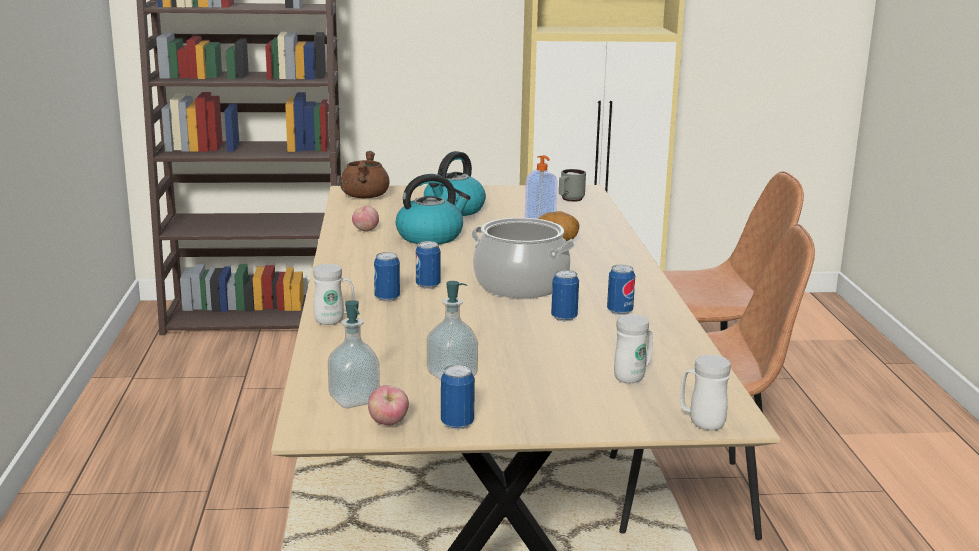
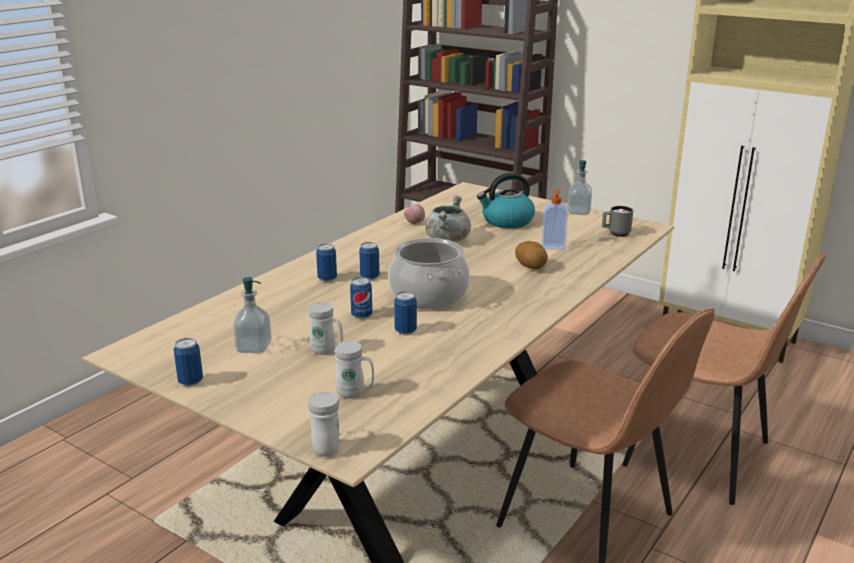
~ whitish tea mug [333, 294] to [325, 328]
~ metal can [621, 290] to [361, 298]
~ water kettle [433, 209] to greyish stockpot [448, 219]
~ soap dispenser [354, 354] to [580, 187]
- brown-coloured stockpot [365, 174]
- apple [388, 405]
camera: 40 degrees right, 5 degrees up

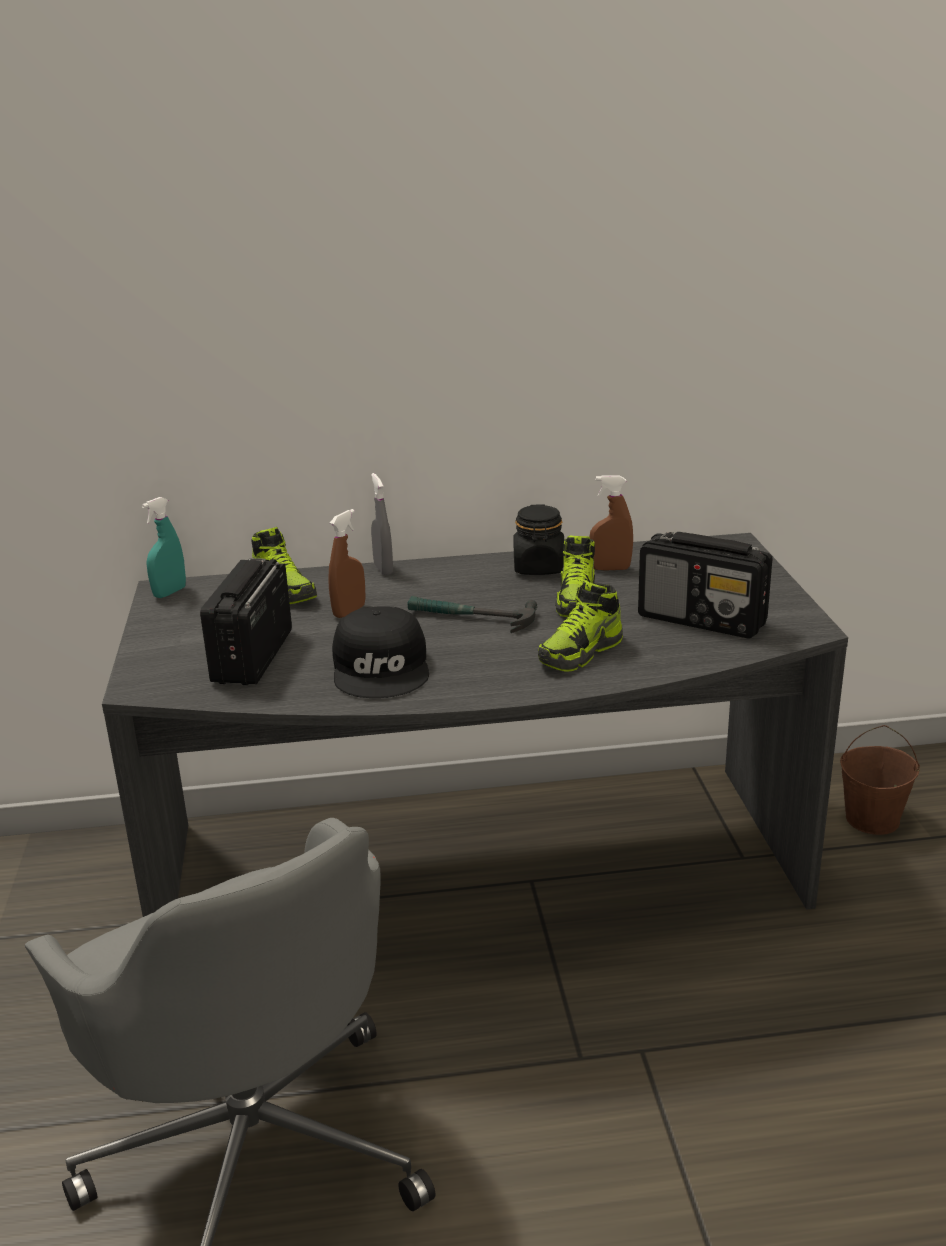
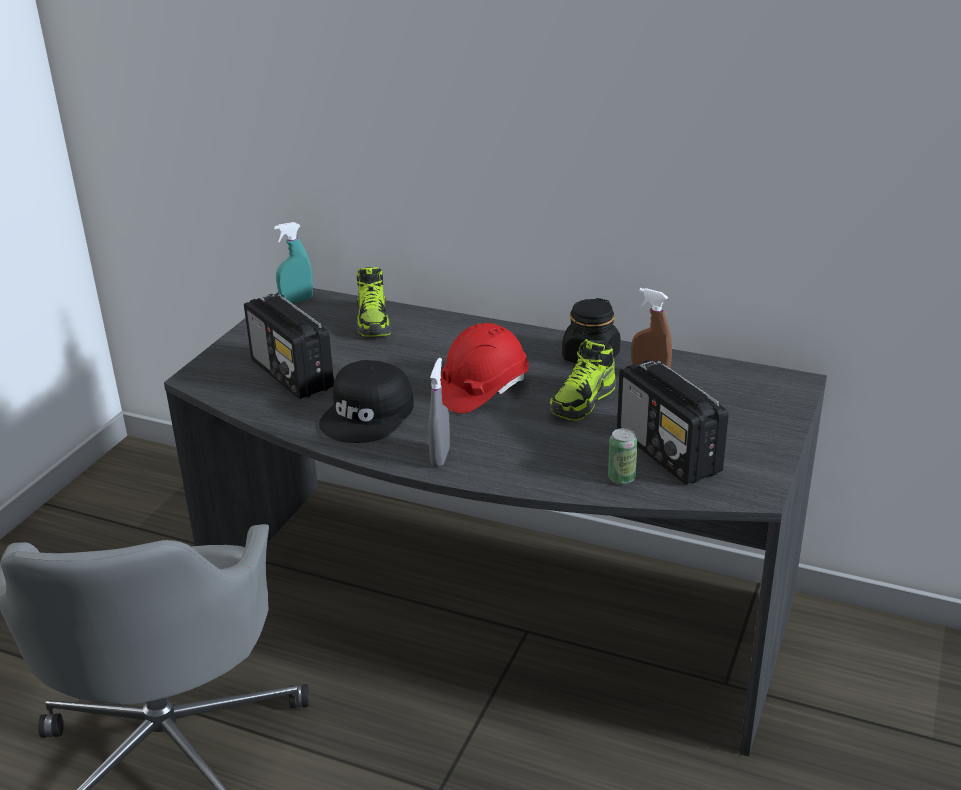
~ radio set [246, 621] = [289, 346] 75 degrees counterclockwise
~ greyish hand sprayer [382, 524] to [439, 412]
~ hand hammer [472, 614] to red-coloured hard hat [484, 368]
+ metal can [623, 456]
- brown-coloured hand sprayer [347, 563]
- item of footwear [580, 626]
- brown-coloured pail [880, 780]
camera: 30 degrees right, 5 degrees up

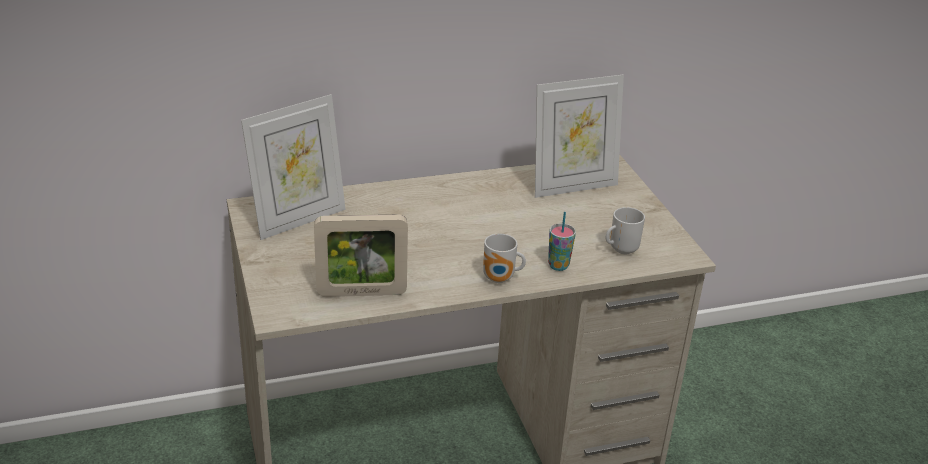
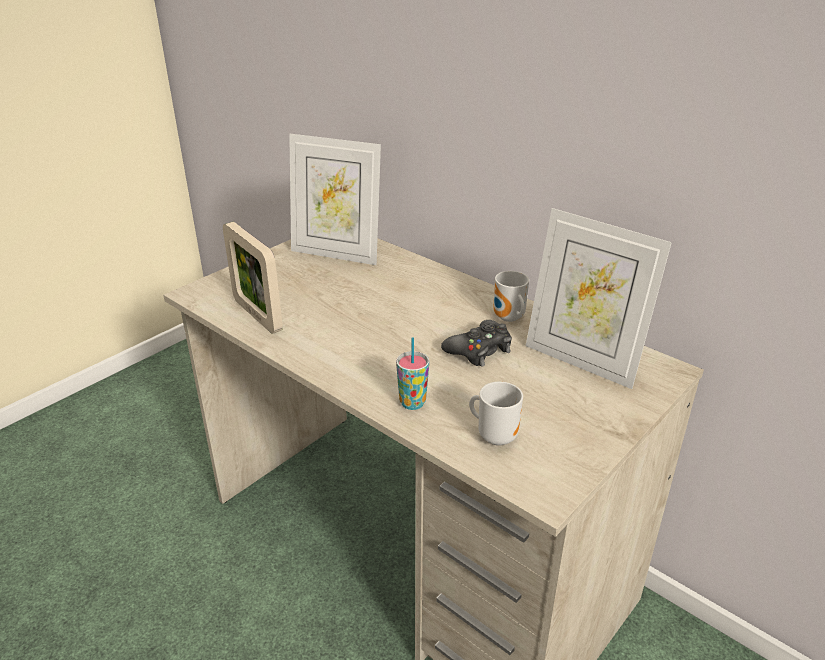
+ black gamepad [476, 343]
~ tea mug [504, 258] to [511, 296]
camera: 60 degrees right, 0 degrees up

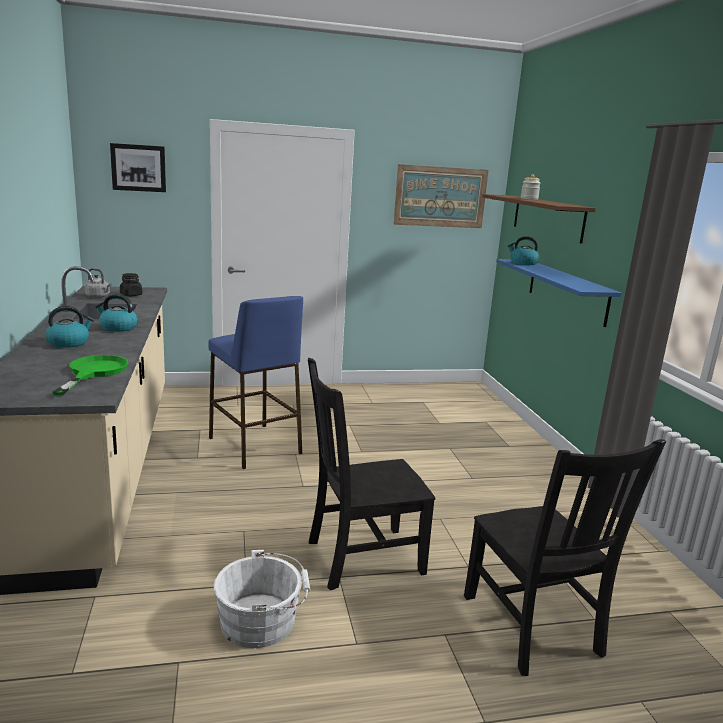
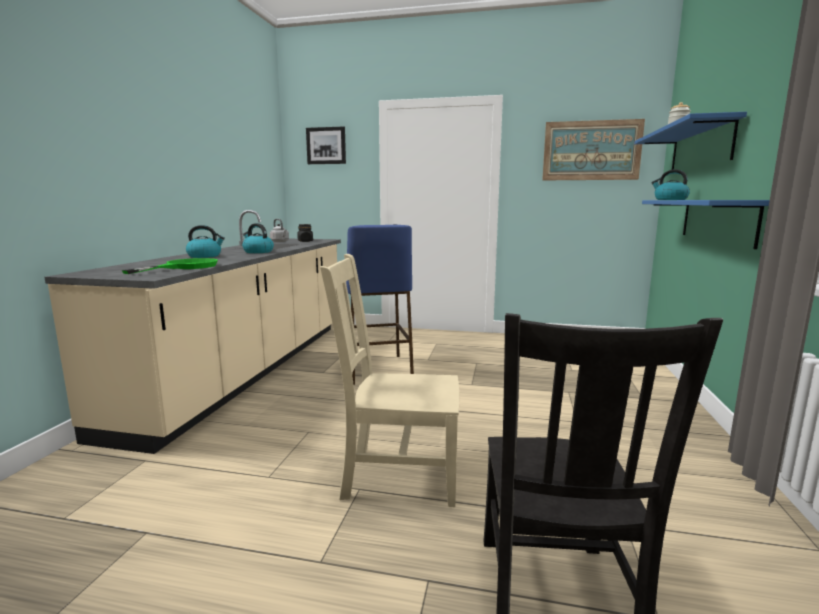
~ black chair [371, 474] to sand-coloured chair [389, 380]
~ brown-coloured wall shelf [539, 219] to bluish wall shelf [690, 141]
- whitish pail [262, 599]
camera: 25 degrees right, 5 degrees down

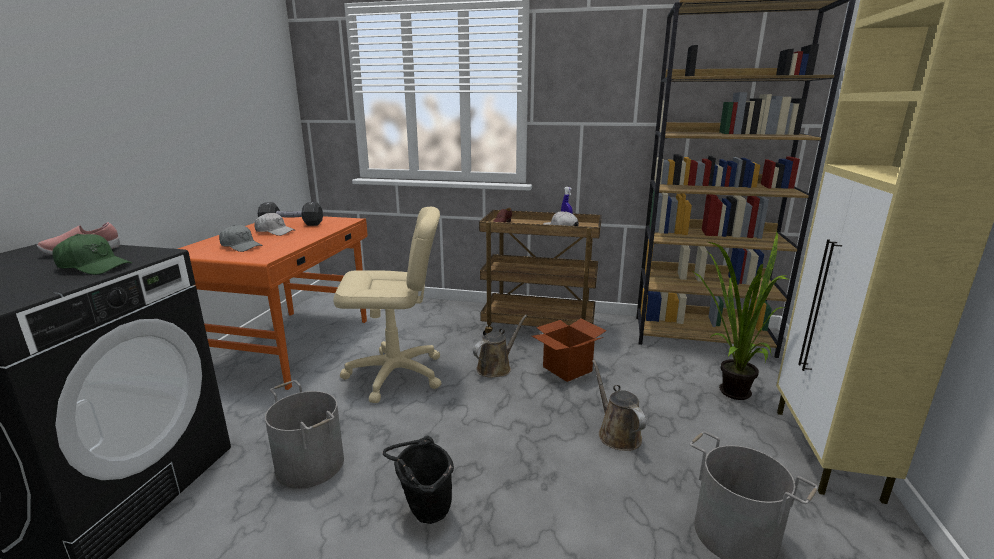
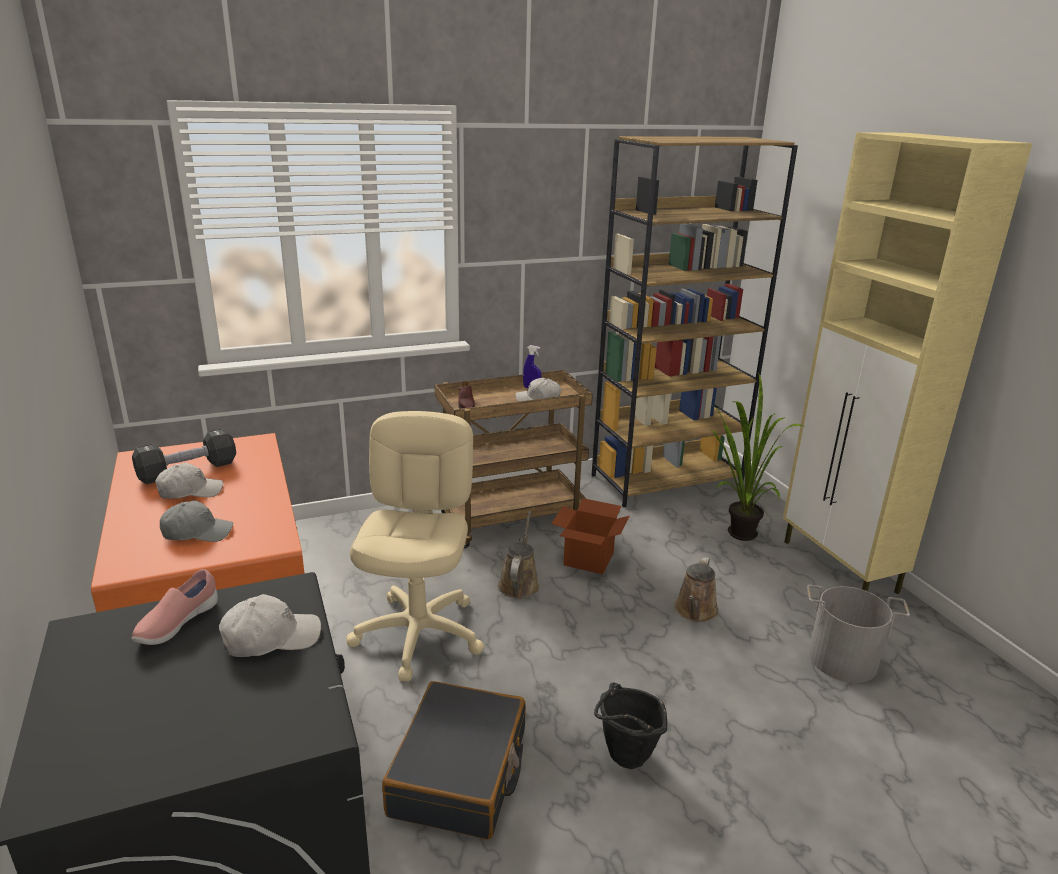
~ green-coloured peaked cap [92, 254] to whitish peaked cap [270, 625]
~ sand-coloured computer chair [387, 305] = [415, 546] 45 degrees counterclockwise
~ greyish pail [304, 434] to black piece of luggage [454, 760]
~ brown-coloured sprinkling can [619, 405] = [696, 589] 105 degrees counterclockwise
camera: 35 degrees left, 5 degrees up

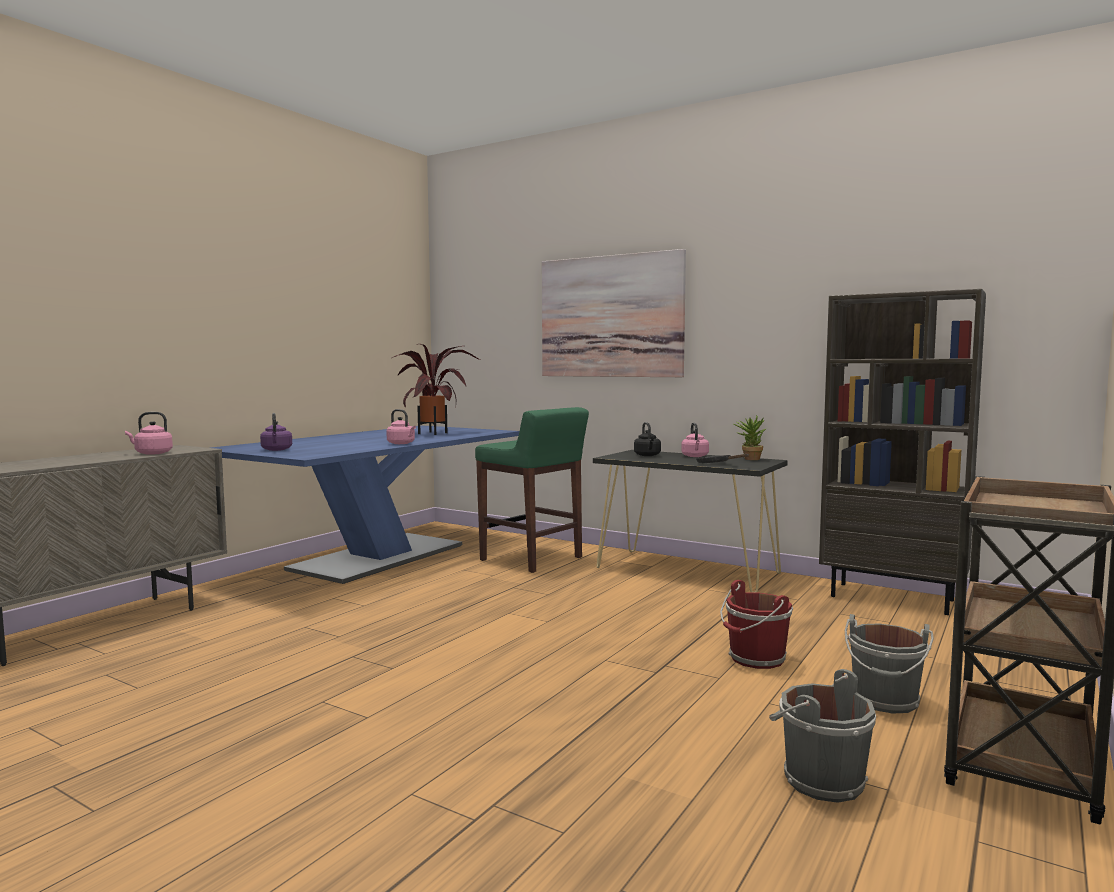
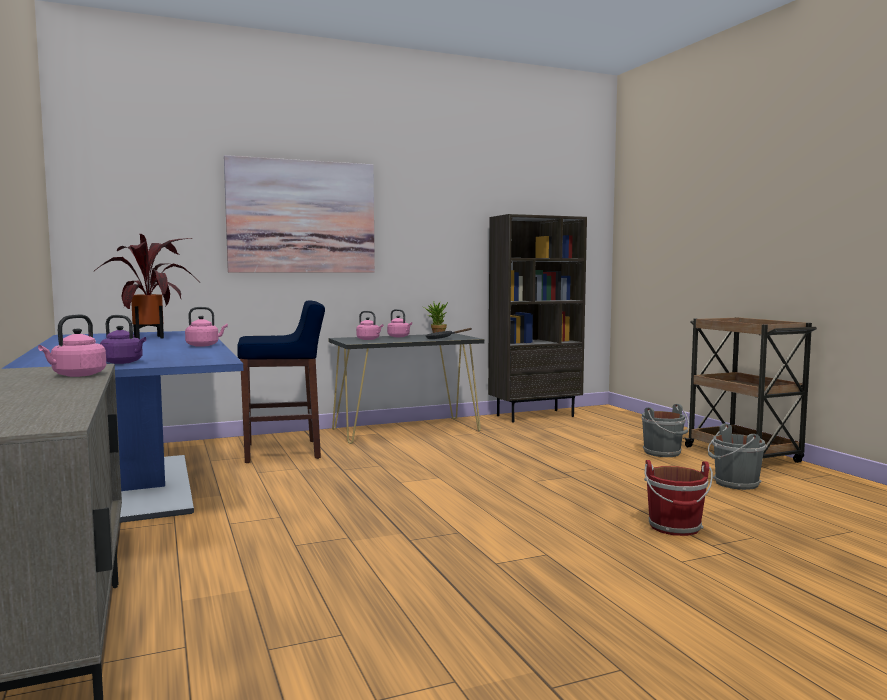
~ green-coloured sitting stool [532, 490] to bluish sitting stool [281, 381]
~ black water kettle [647, 439] to pink-coloured water kettle [369, 325]
~ red-coloured pail [756, 624] to [678, 498]
camera: 55 degrees left, 0 degrees up

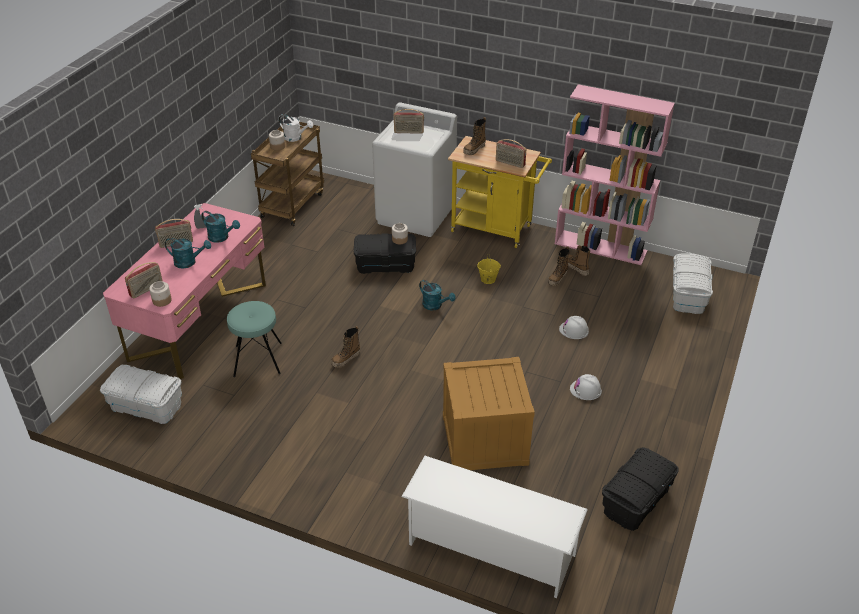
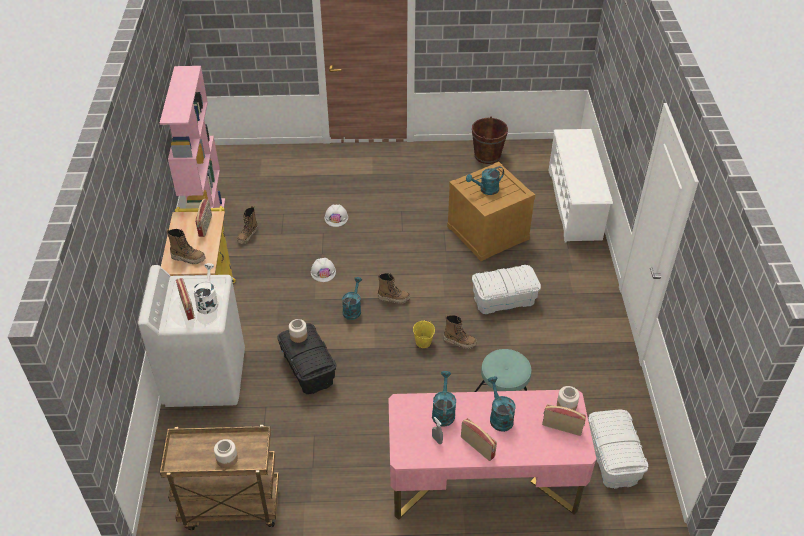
~ whitish sprinkling can [296, 128] to [205, 288]
~ whitish hard hat [586, 387] to [323, 270]
~ tall boot [558, 266] to [394, 288]
~ yellowish pail [489, 269] to [424, 334]
+ blue-green sprinkling can [485, 180]
~ black storage box [640, 489] to brown-coloured pail [490, 140]
~ whitish storage box [693, 283] to [506, 289]
camera: 115 degrees left, 5 degrees up

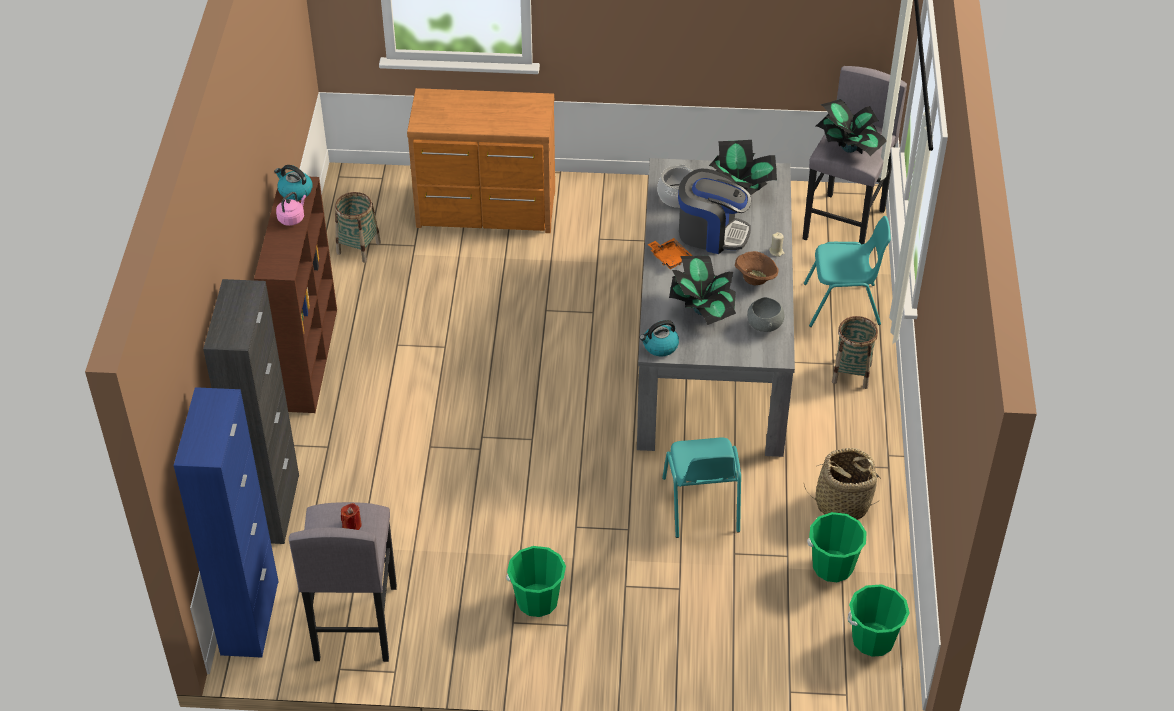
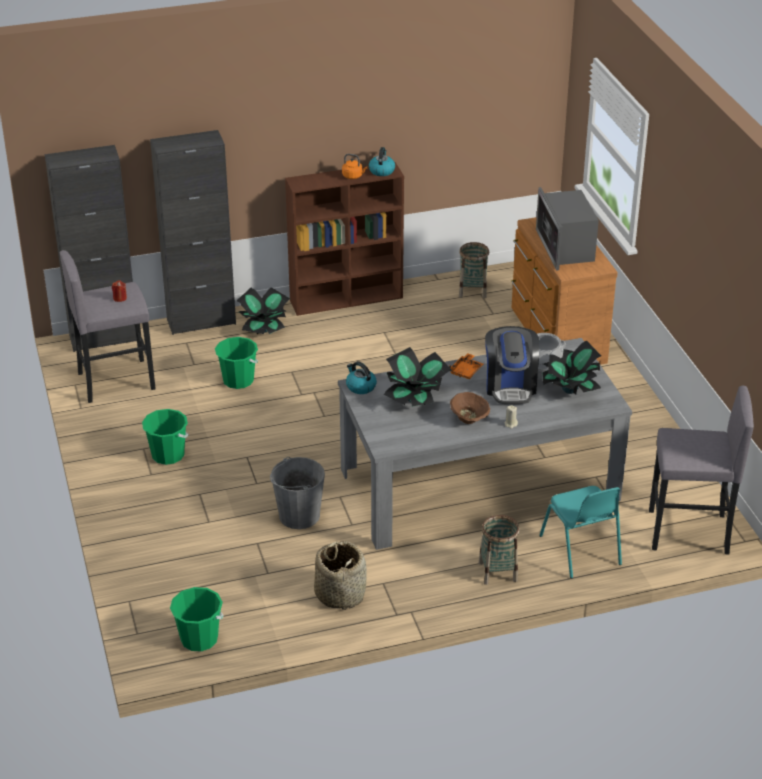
~ bluish storage cabinet [226, 522] to black storage cabinet [91, 248]
~ green-coloured pail [837, 547] to [236, 363]
~ houseplant [851, 127] to [263, 310]
~ blue-green chair [701, 488] to greyish pail [297, 493]
~ pink-coloured water kettle [291, 209] to orange water kettle [354, 166]
+ microwave [567, 229]
- greyish serving bowl [765, 314]
camera: 70 degrees right, 10 degrees down

